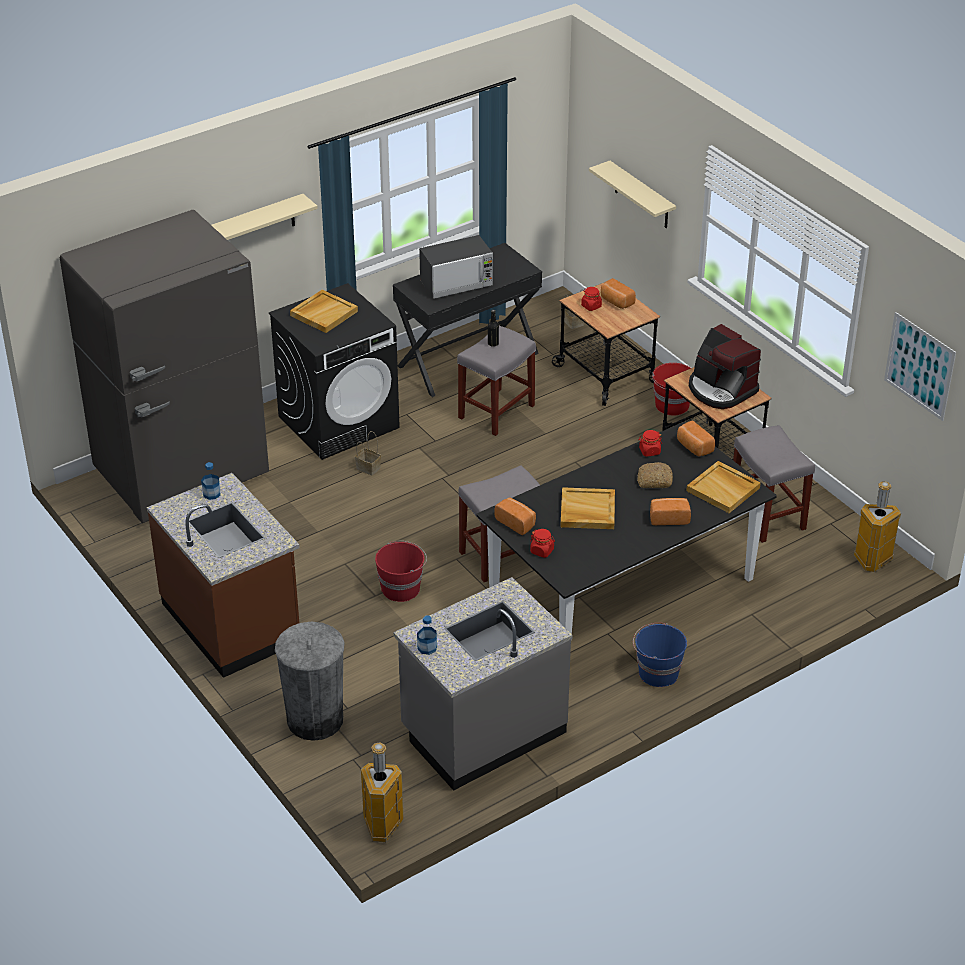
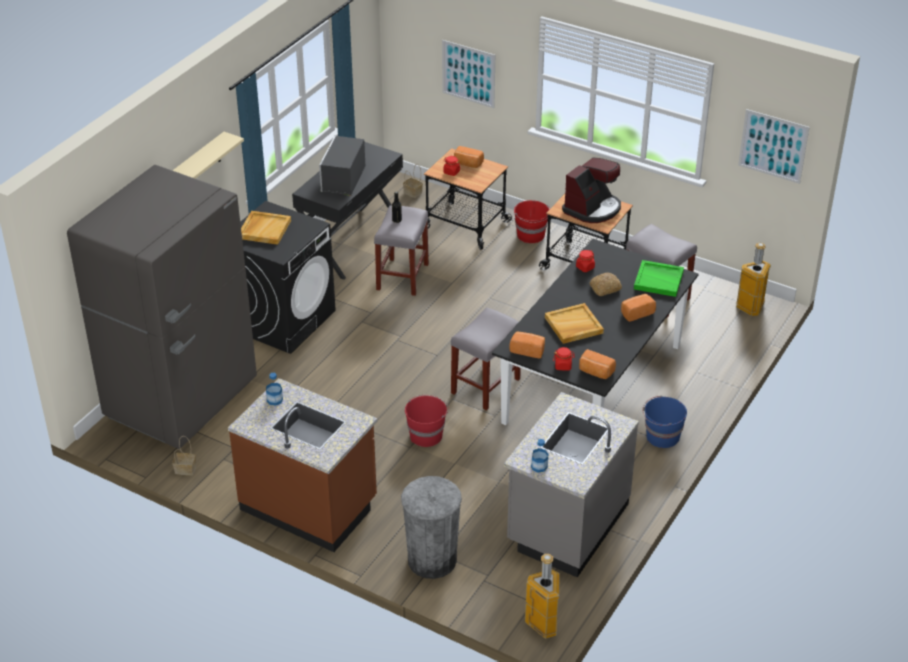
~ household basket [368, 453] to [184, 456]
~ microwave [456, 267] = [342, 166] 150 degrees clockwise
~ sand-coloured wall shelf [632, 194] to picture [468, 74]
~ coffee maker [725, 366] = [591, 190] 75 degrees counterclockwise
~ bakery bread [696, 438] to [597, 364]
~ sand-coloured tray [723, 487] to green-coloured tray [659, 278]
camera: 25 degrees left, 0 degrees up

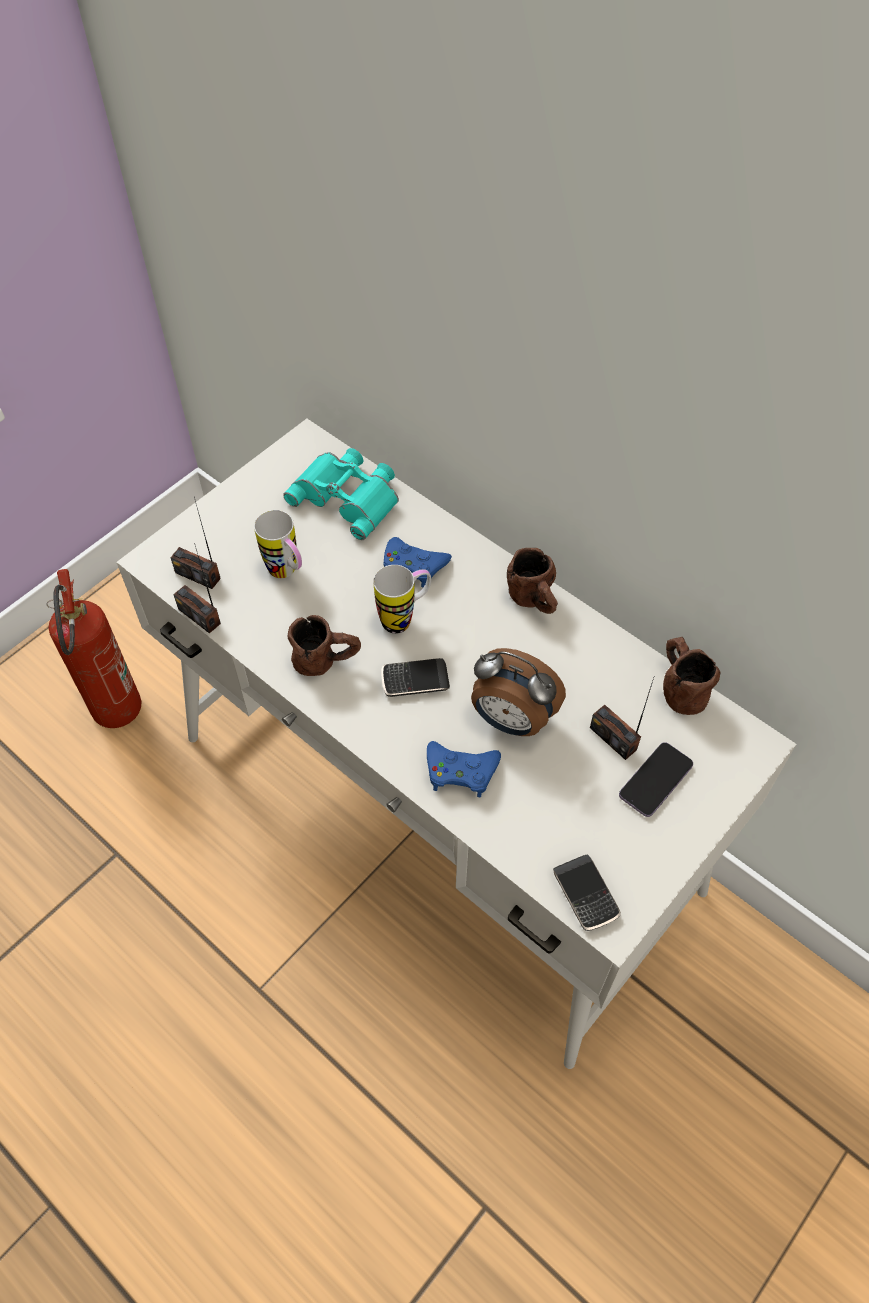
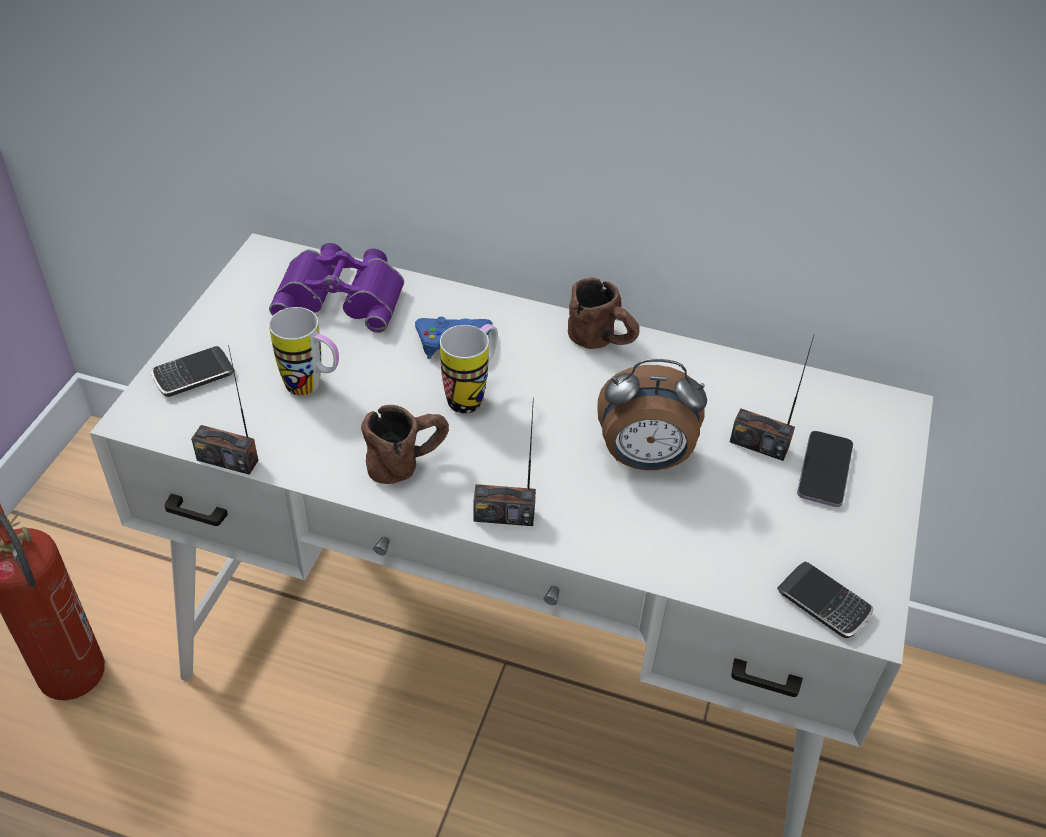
~ handset [415, 677] to [193, 371]
~ blue-green binoculars [341, 494] to purplish binoculars [336, 288]
~ radio set [195, 543] to [504, 461]
- bluish gamepad [464, 769]
- brown-coloured tea mug [692, 676]
camera: 25 degrees left, 10 degrees down

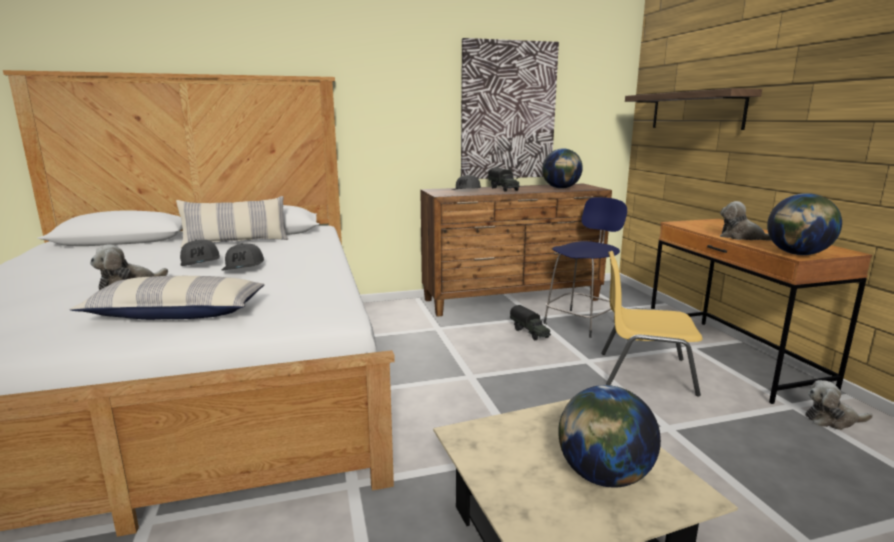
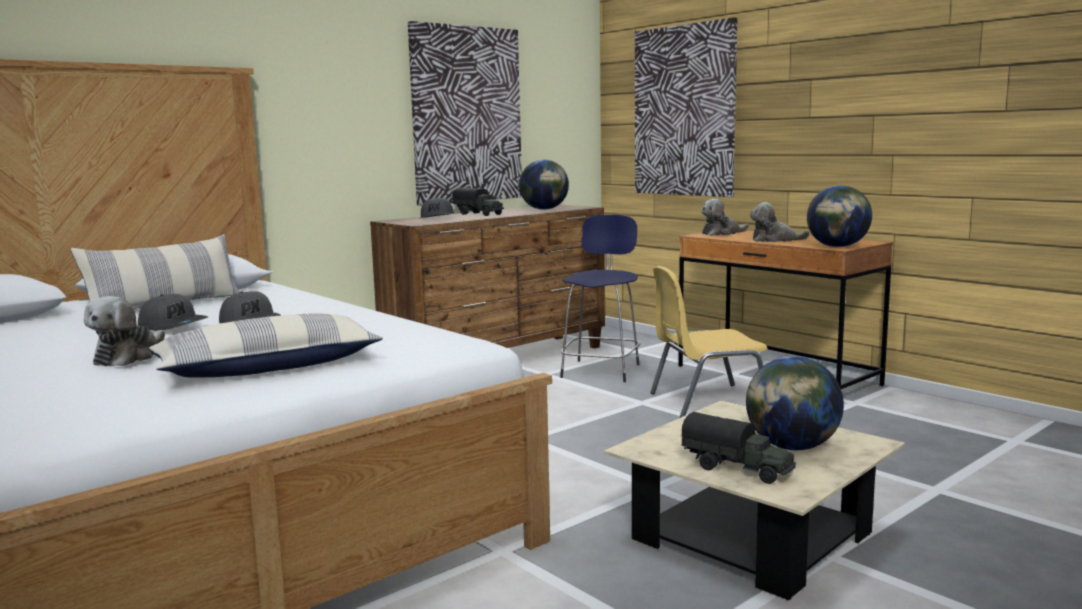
~ wall shelf [693, 109] to picture [686, 107]
~ toy lorry [530, 322] to [739, 448]
~ plush toy [839, 405] to [725, 217]
camera: 25 degrees left, 5 degrees down

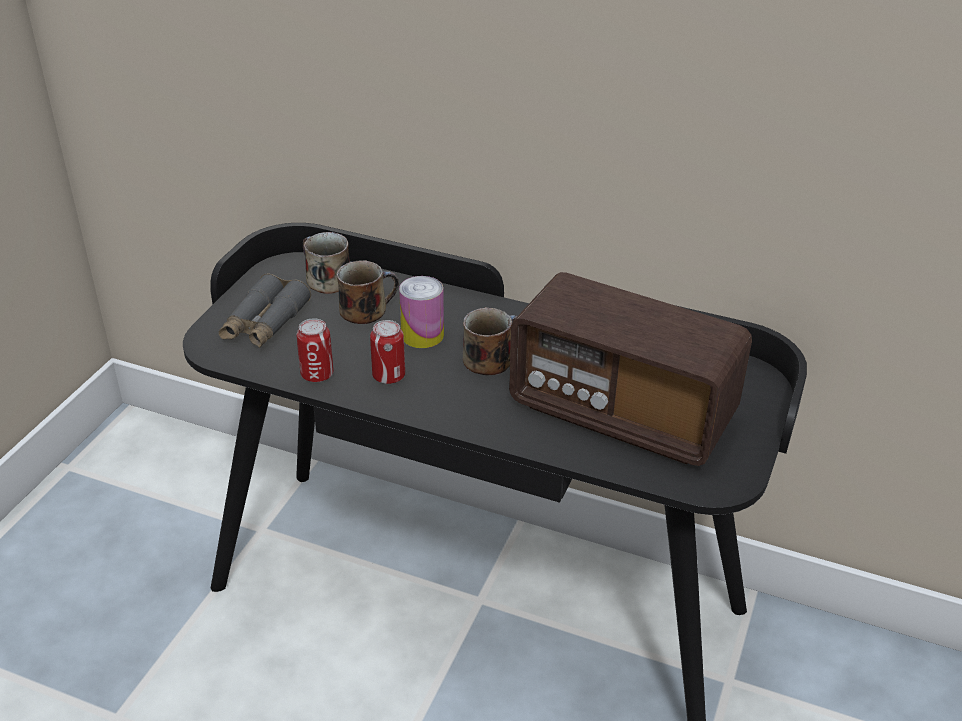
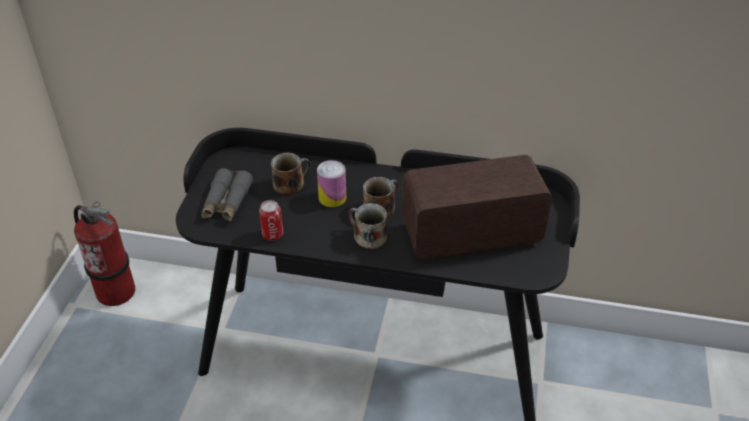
+ extinguisher [104, 254]
~ tea mug [326, 263] to [367, 226]
~ radio set [630, 369] = [477, 207] 150 degrees clockwise
- metal can [387, 352]
camera: 10 degrees left, 5 degrees up

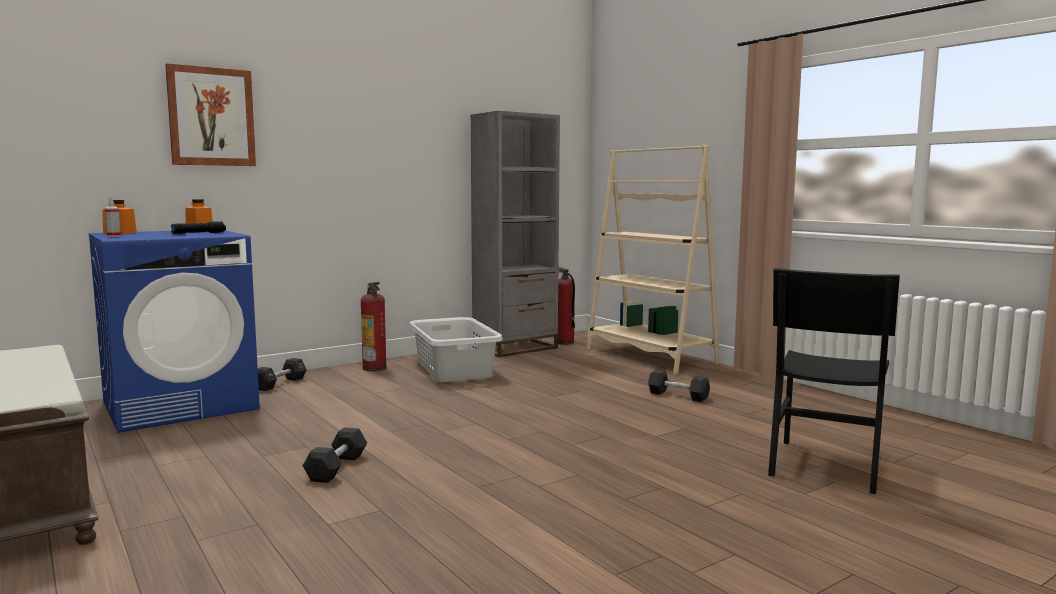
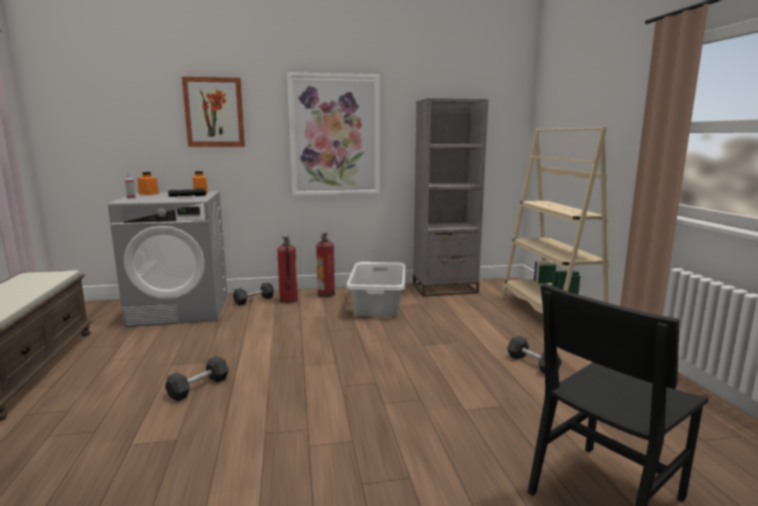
~ bluish laundry appliance [174, 331] to greyish laundry appliance [168, 259]
~ extinguisher [566, 305] to [287, 268]
+ picture [333, 134]
camera: 25 degrees right, 5 degrees up

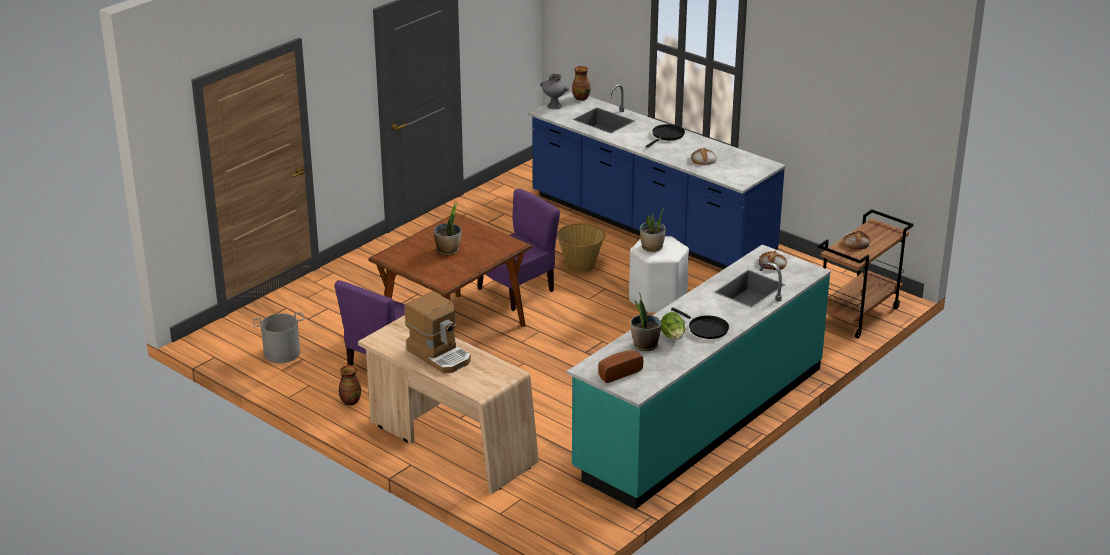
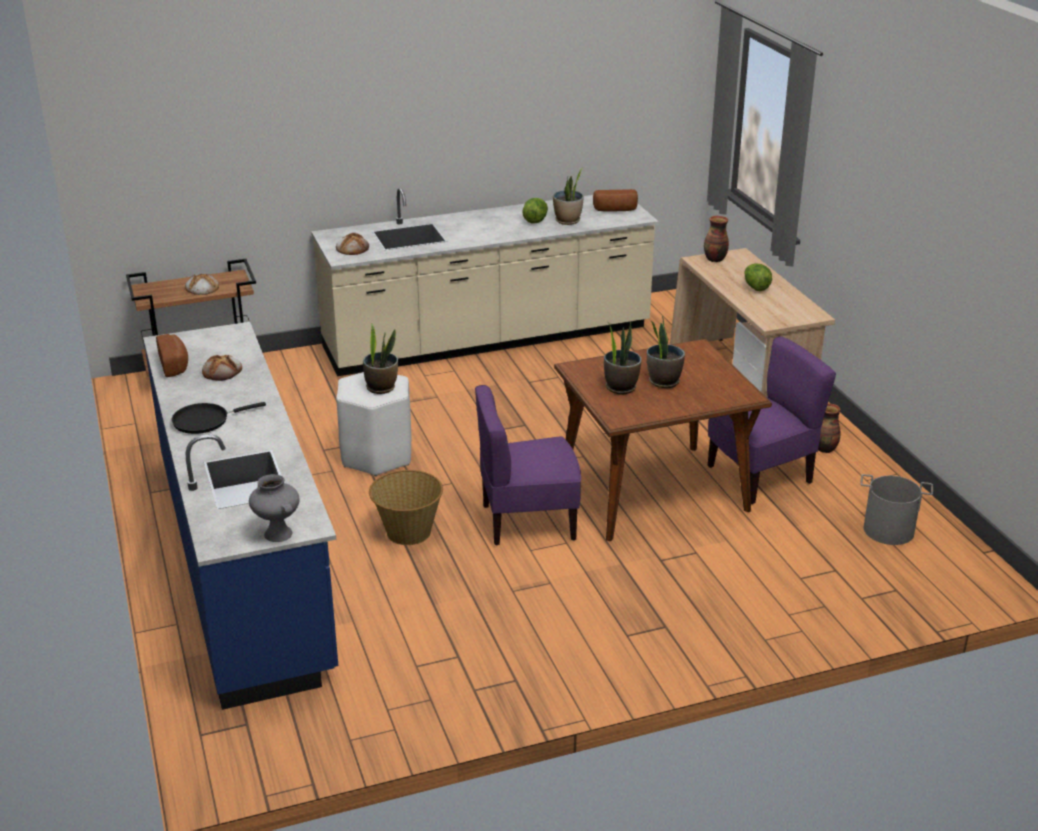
+ bakery bread [172, 355]
~ blue-green kitchen counter [699, 376] to sand-coloured kitchen counter [485, 282]
+ houseplant [623, 358]
~ decorative vase [581, 83] to [716, 239]
~ coffee maker [438, 332] to head of lettuce [758, 277]
- black frying pan [700, 323]
camera: 150 degrees left, 0 degrees up

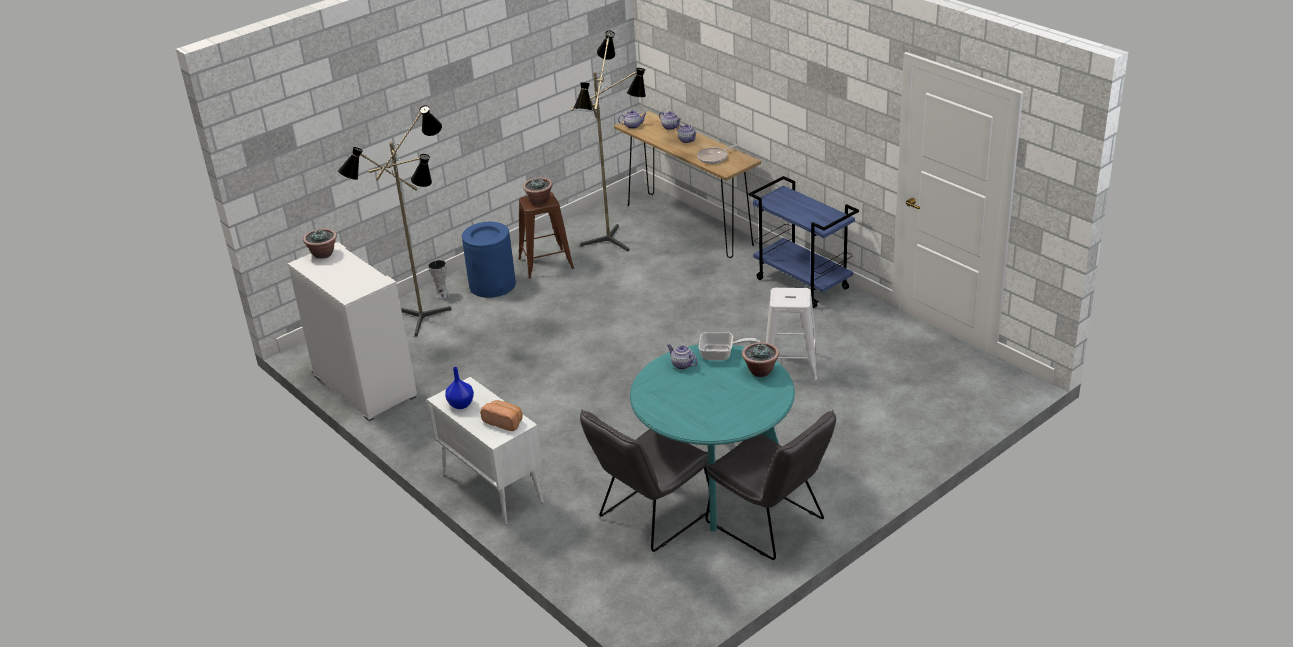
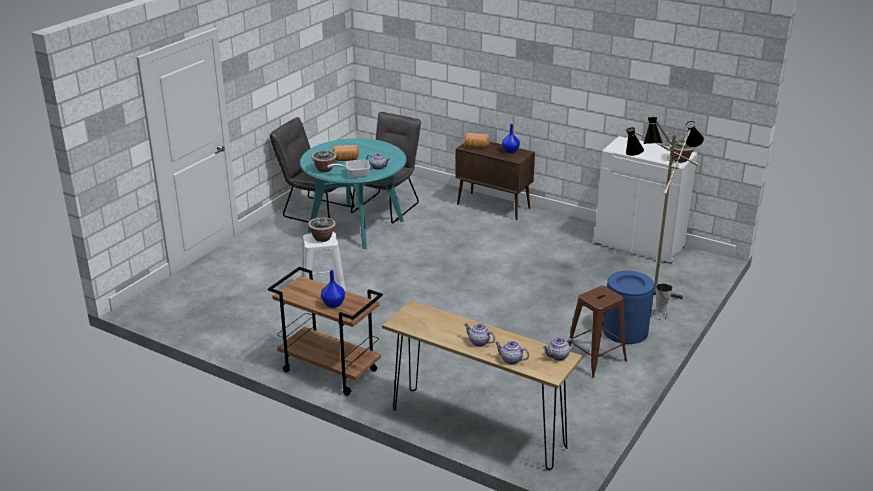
~ bluish cart [804, 242] to brown-coloured cart [325, 331]
~ houseplant [538, 190] to [322, 229]
+ bluish decorative vase [333, 289]
+ bakery bread [345, 153]
~ whitish storage cabinet [485, 451] to brown-coloured storage cabinet [495, 181]
- floor lamp [608, 141]
- frying pan [717, 154]
camera: 160 degrees right, 5 degrees down

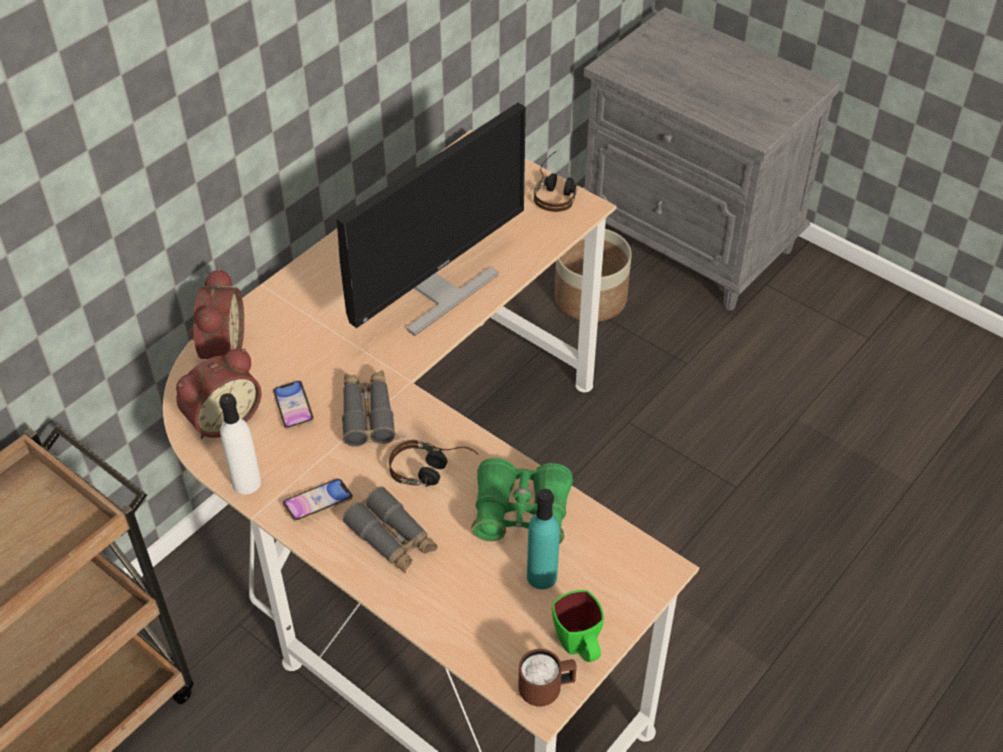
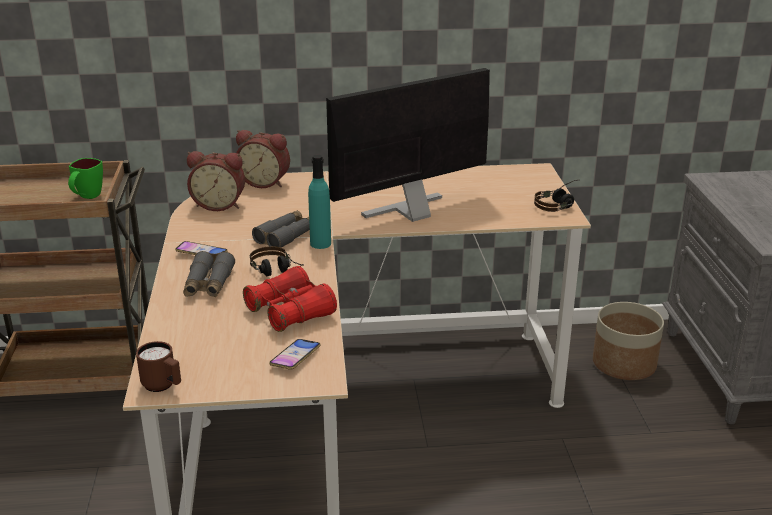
~ green-coloured tea mug [578, 626] to [85, 178]
~ alarm clock [216, 313] = [263, 159] 60 degrees clockwise
~ green-coloured binoculars [522, 501] to red-coloured binoculars [290, 299]
~ handset [293, 405] to [295, 354]
~ blue-green beverage bottle [543, 539] to [319, 202]
~ monitor [431, 219] = [408, 145] 150 degrees clockwise
- whitish beverage bottle [240, 443]
camera: 45 degrees right, 20 degrees down

